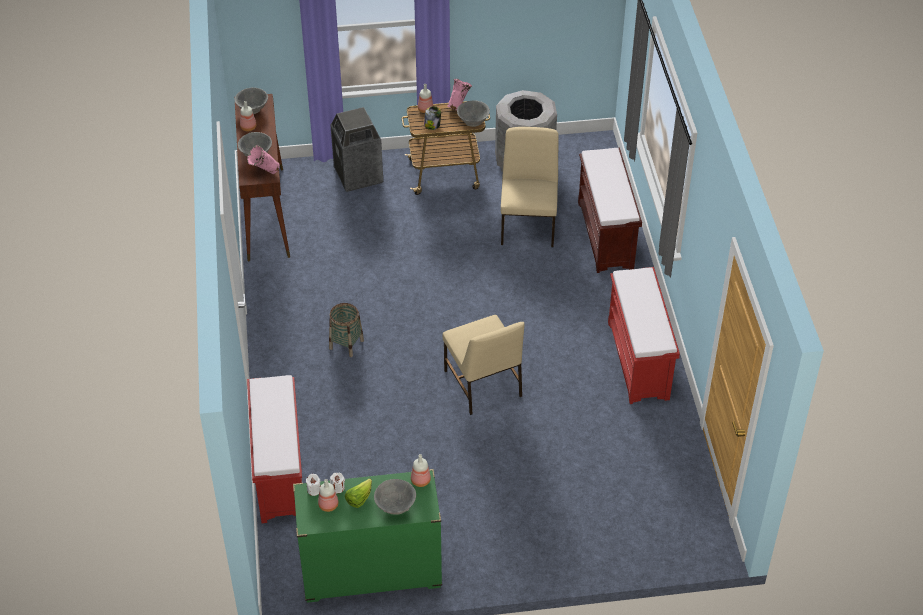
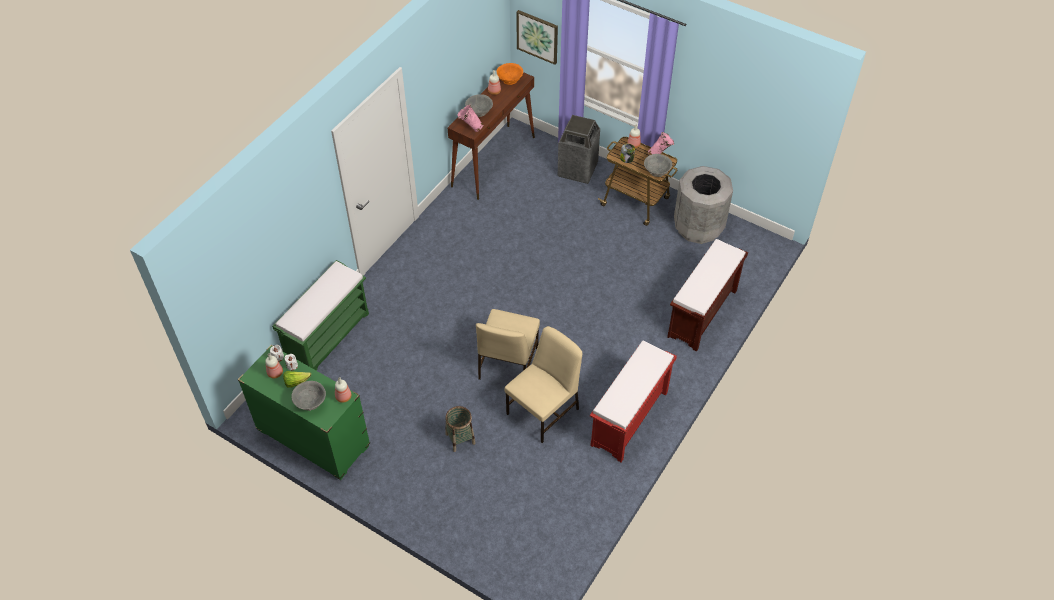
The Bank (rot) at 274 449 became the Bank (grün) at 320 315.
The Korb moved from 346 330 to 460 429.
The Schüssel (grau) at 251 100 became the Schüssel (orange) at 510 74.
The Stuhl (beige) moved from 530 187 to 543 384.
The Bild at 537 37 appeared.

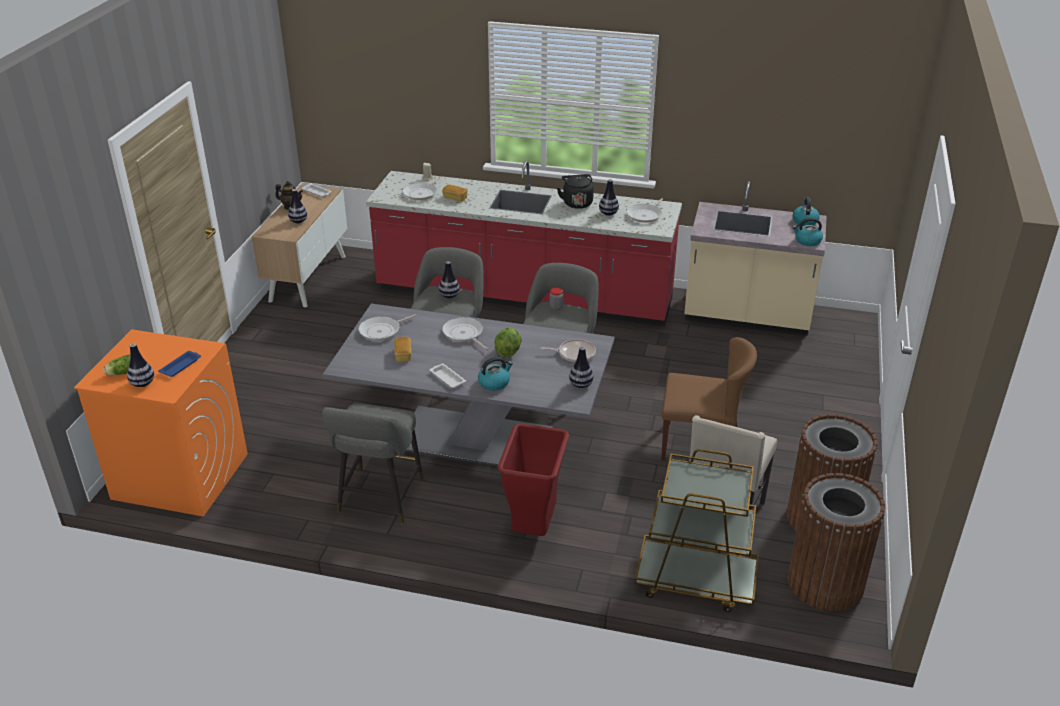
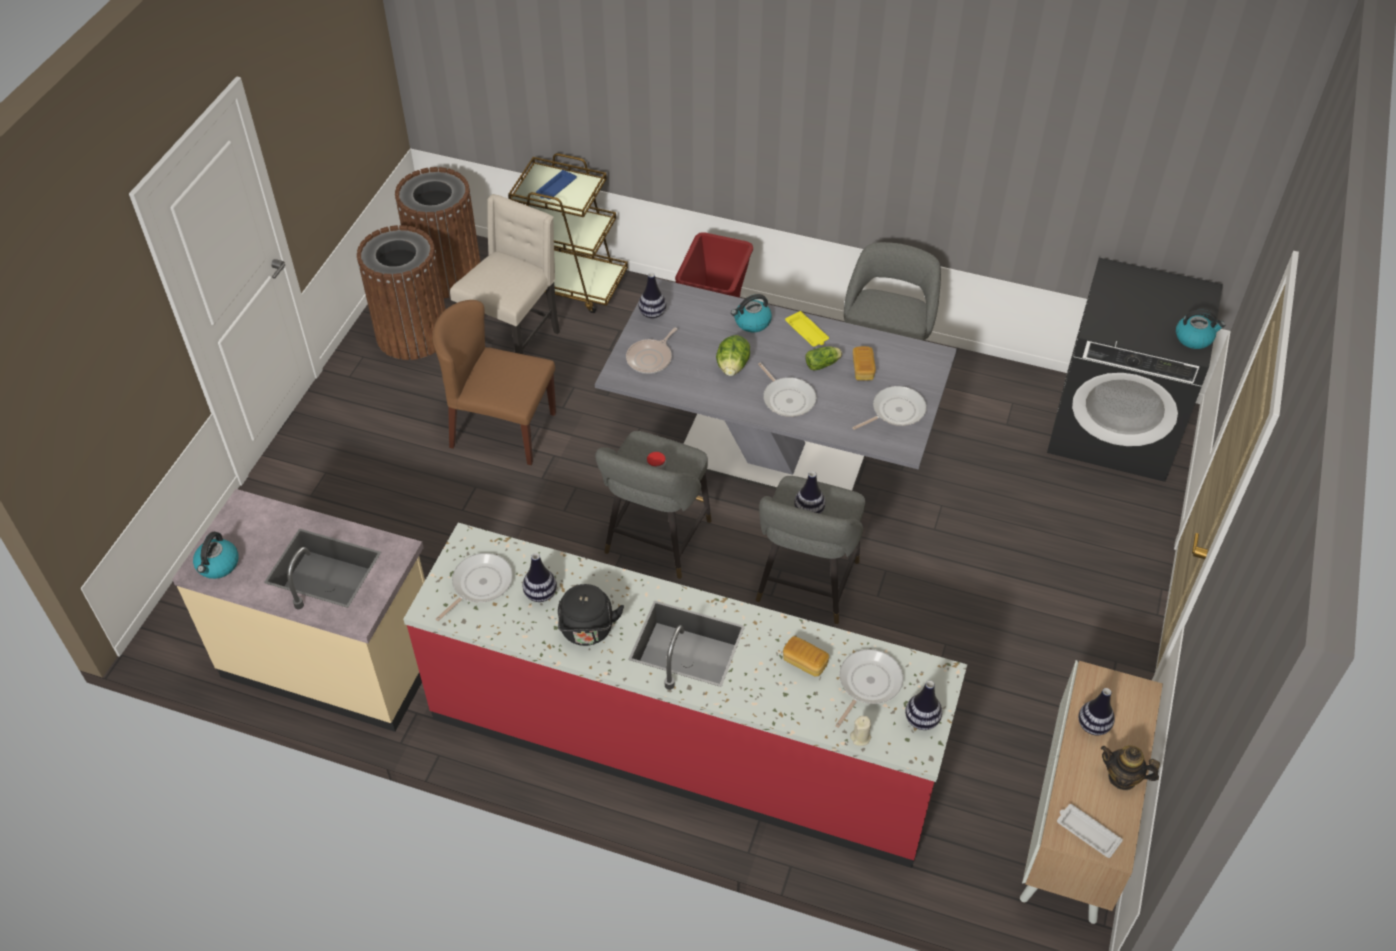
The Tablett (blau) moved from 179 364 to 556 185.
The Pfanne at 568 350 turned 60 degrees counterclockwise.
The Tablett (weiß) at 448 375 became the Tablett (gelb) at 807 329.
The Salatkopf moved from 116 365 to 823 358.
The Vase moved from 140 365 to 923 705.
The Waschmaschine (orange) at 161 423 became the Waschmaschine (schwarz) at 1135 370.
The Wasserkessel moved from 807 232 to 1200 329.

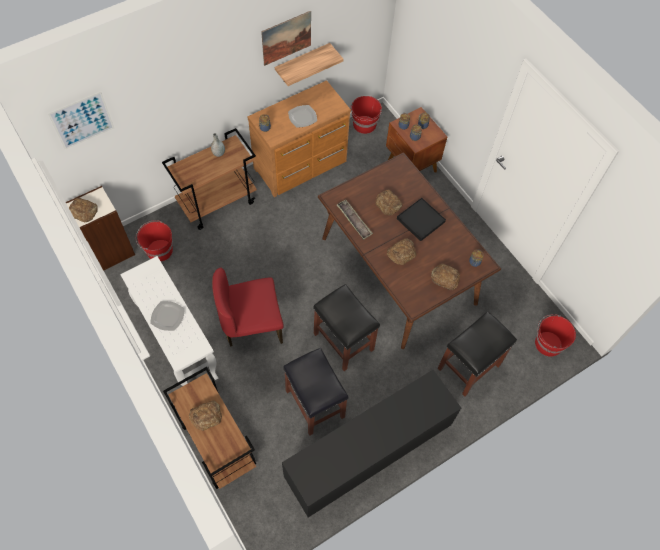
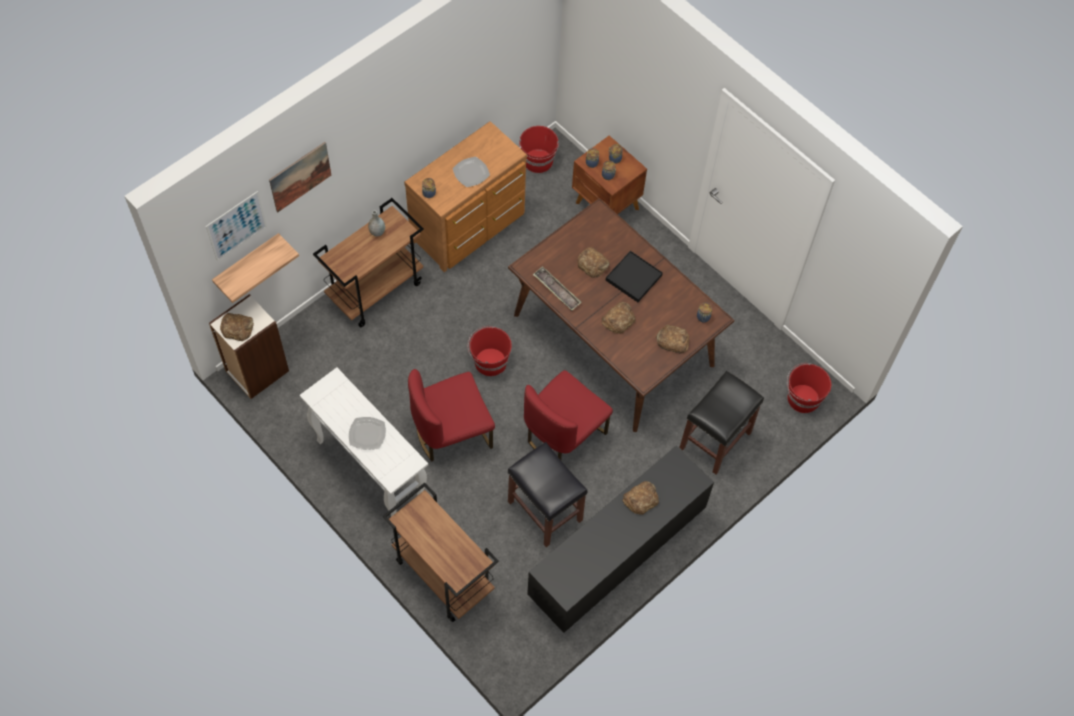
The Wandregal moved from 309 64 to 255 268.
The Bild moved from 286 38 to 300 177.
The Eimer (rot) moved from 154 240 to 490 351.
The Hocker (schwarz) at 346 327 was replaced by the Stuhl (rot) at 568 415.
The Brot moved from 205 415 to 641 498.

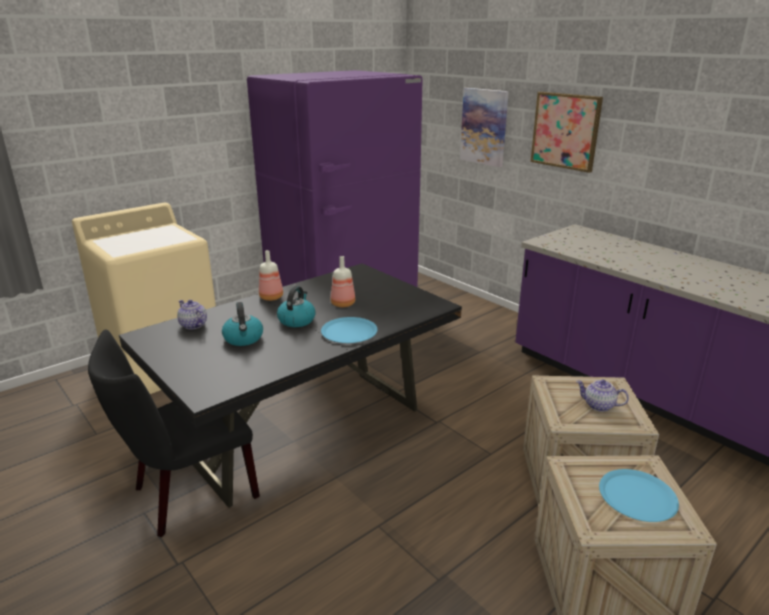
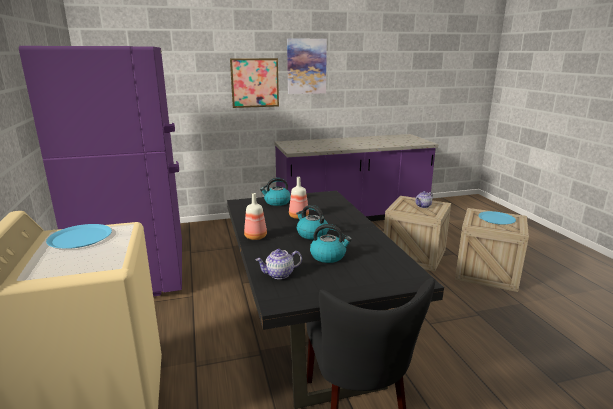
The Teller (blau) moved from 349 330 to 79 236.
The Wasserkessel at 275 192 appeared.
The Bild moved from 484 127 to 307 66.

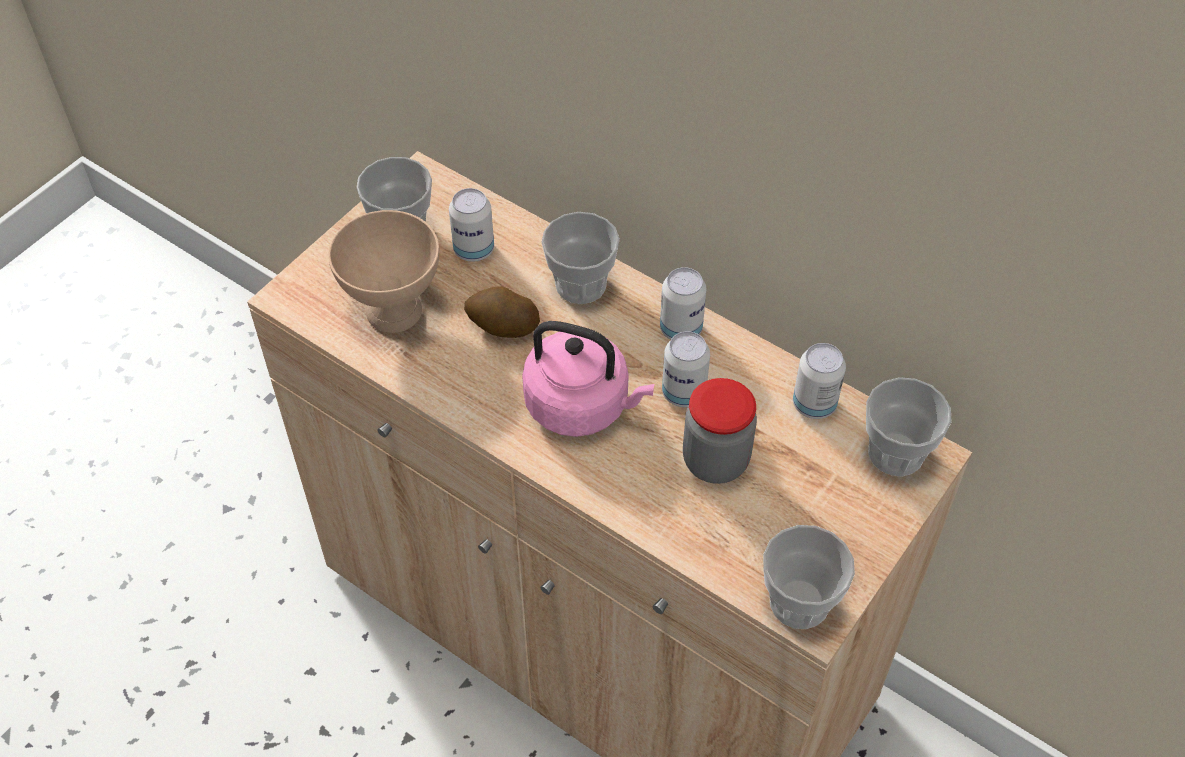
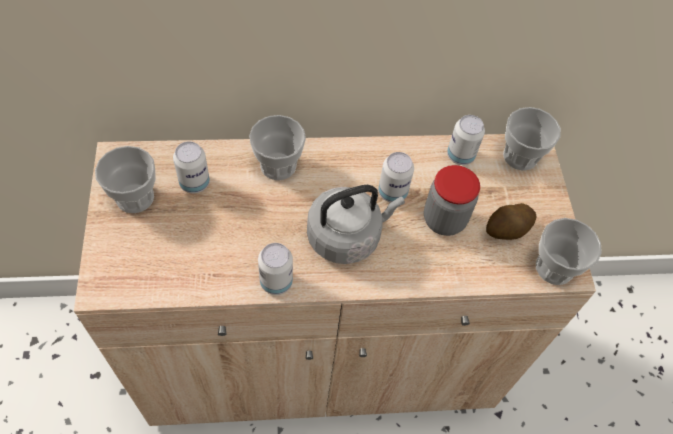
The Dose moved from 683 303 to 275 269.
The Wasserkessel (rosa) at 588 379 became the Wasserkessel (grau) at 356 224.
The Kartoffel moved from 502 312 to 511 221.
The Schüssel (beige) at 384 271 disappeared.

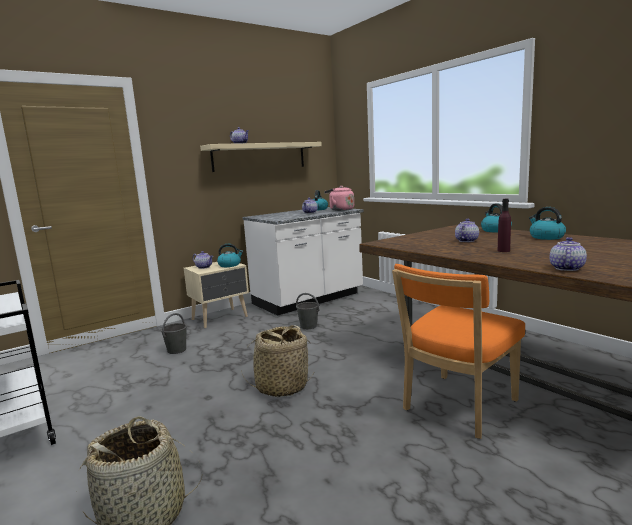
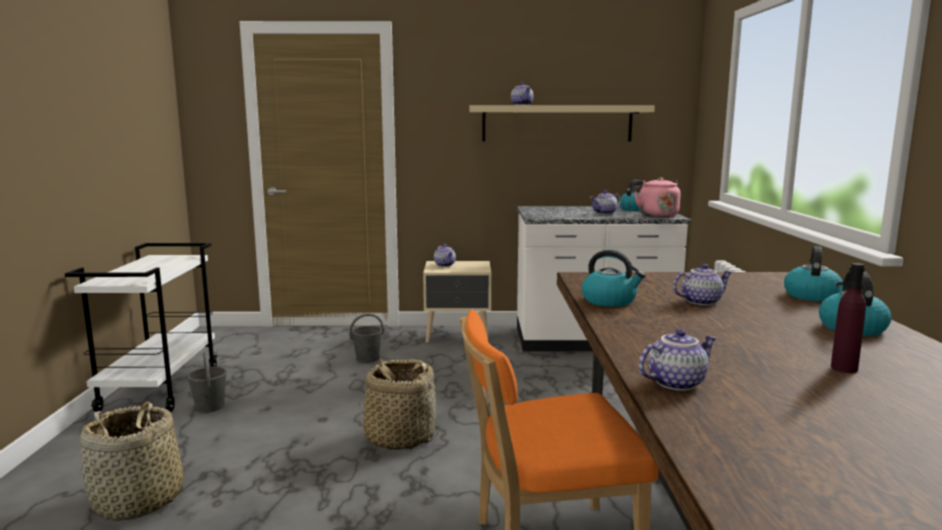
The Eimer (grau) moved from 307 311 to 207 382.
The Wasserkessel moved from 230 255 to 614 278.
The Flasche (lila) moved from 504 225 to 848 318.

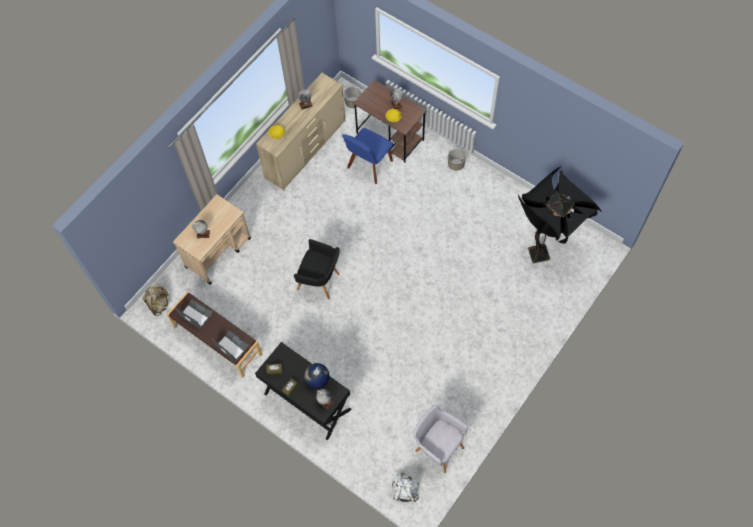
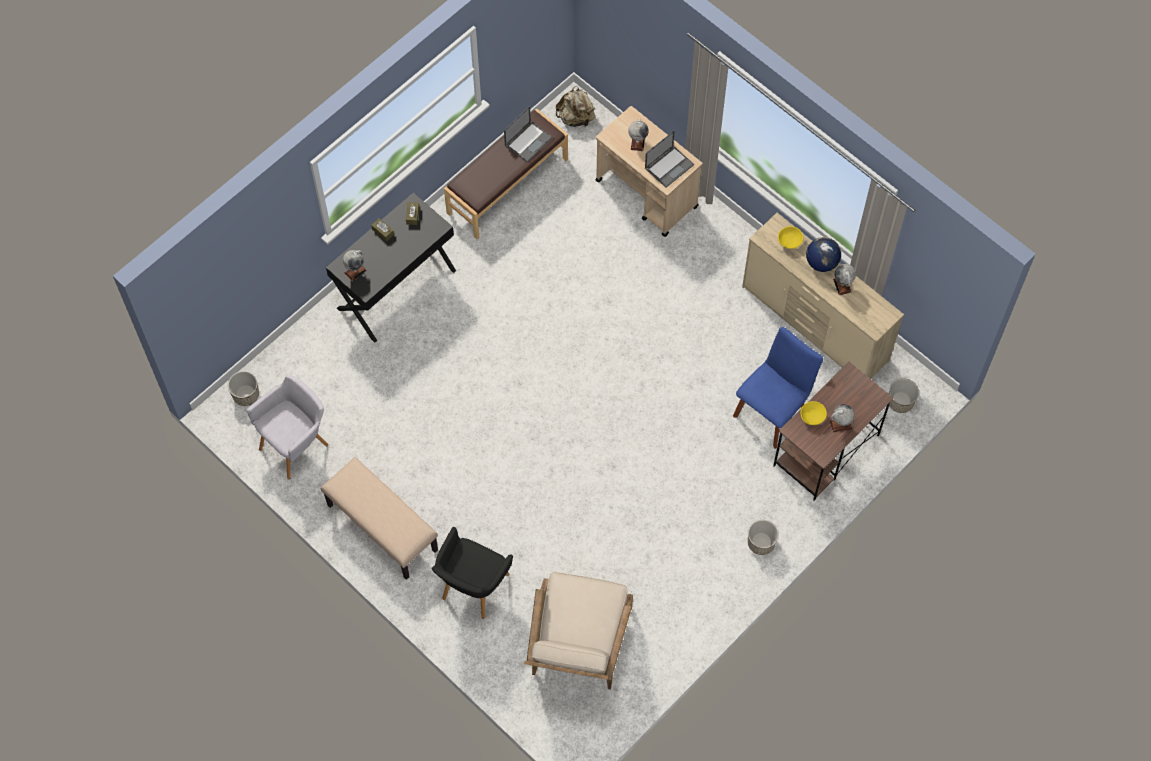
The Rucksack (weiß) at 405 487 was replaced by the Pflanzkübel at 243 388.
The Bank (beige) at 379 518 appeared.
The Sessel (schwarz) moved from 317 269 to 472 573.
The Stehlampe (schwarz) at 560 214 was replaced by the Sessel (beige) at 578 631.
The Laptop moved from 231 346 to 669 159.
The Stuhl (blau) at 367 156 turned 90 degrees clockwise.
The Globus moved from 316 375 to 823 254.

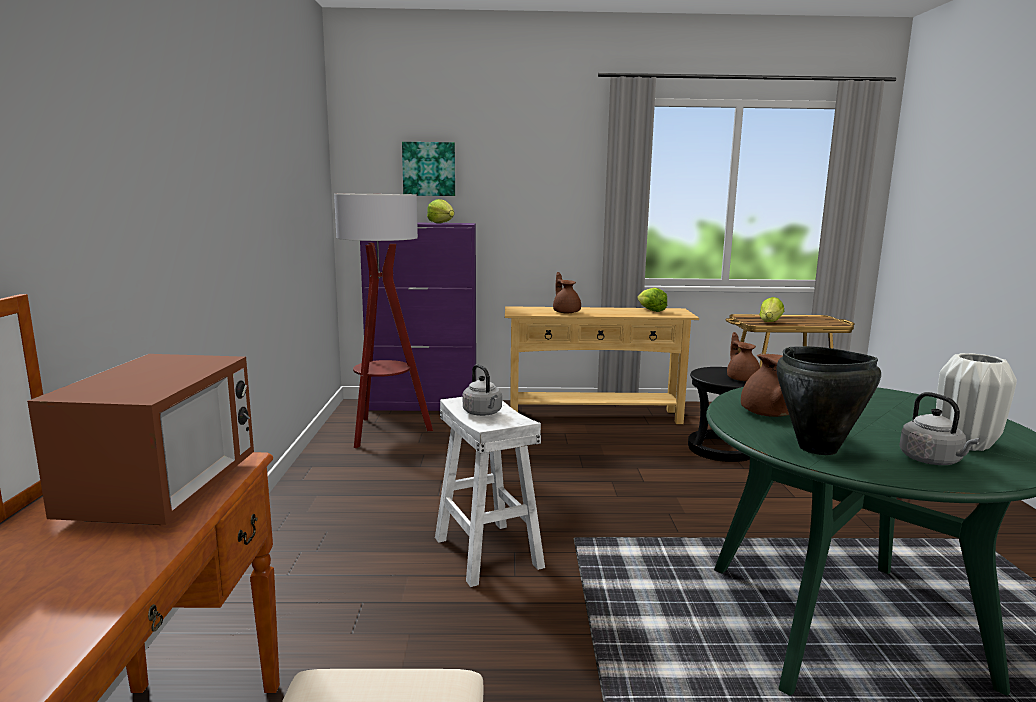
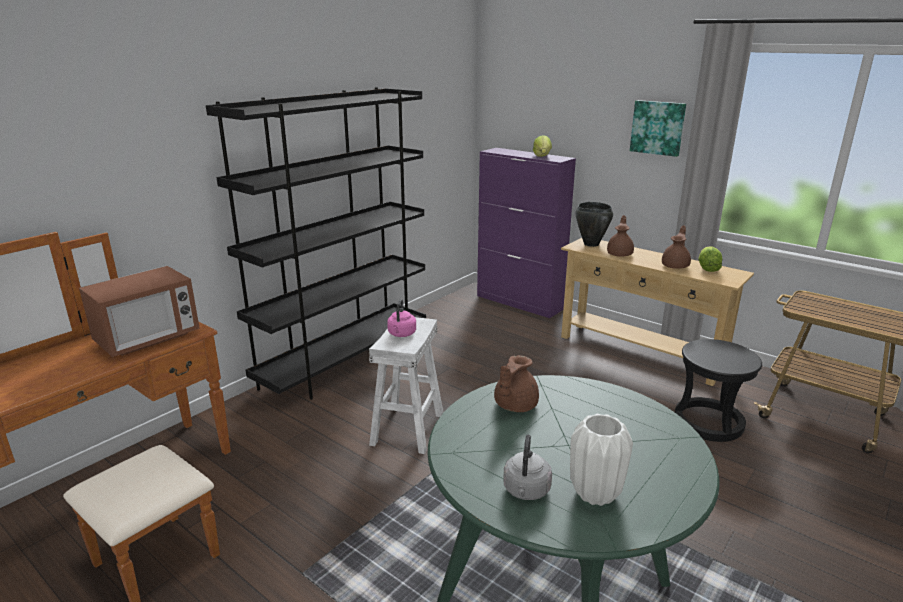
The Bücherregal (schwarz) at 316 243 appeared.
The Wasserkessel (grau) at 482 390 became the Wasserkessel (rosa) at 401 318.
The Kochtopf (schwarz) moved from 828 400 to 594 224.
The Bild moved from 428 169 to 658 128.
The Teekanne (braun) moved from 743 356 to 676 247.
The Stehlampe at 383 321 disappeared.
The Salatkopf at 771 309 disappeared.

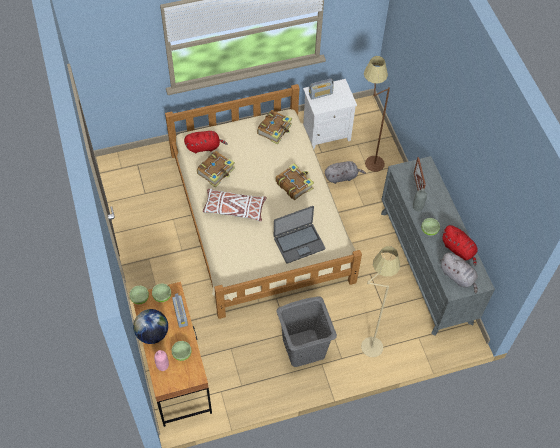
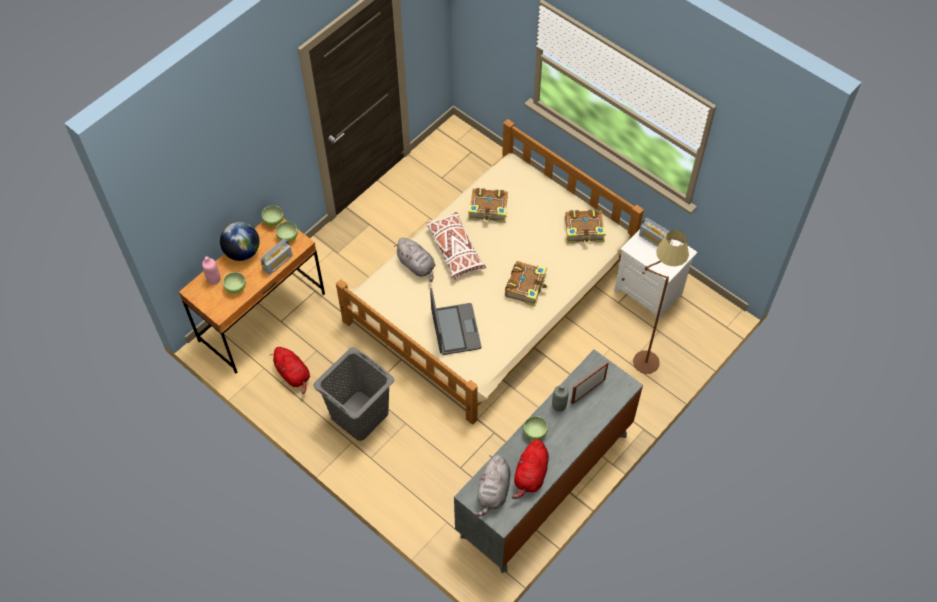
The Plüschtier (rot) moved from 206 142 to 290 370.
The Plüschtier (grau) moved from 345 172 to 414 260.
The Laptop at 299 235 turned 135 degrees counterclockwise.
The Stehlampe (beige) at 380 301 disappeared.

